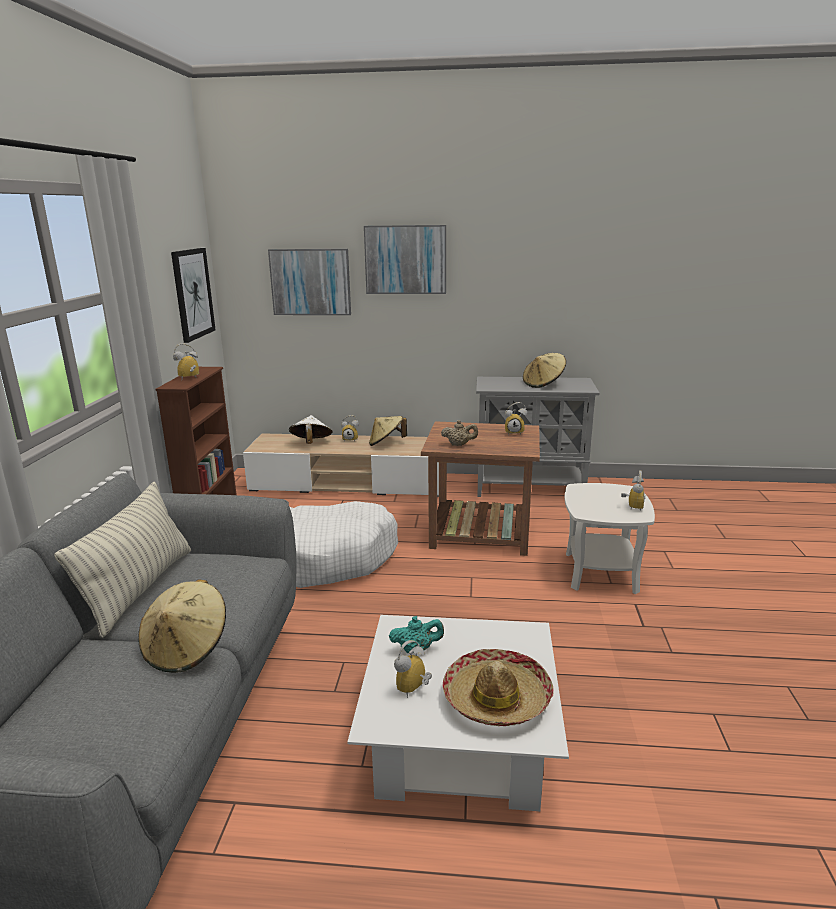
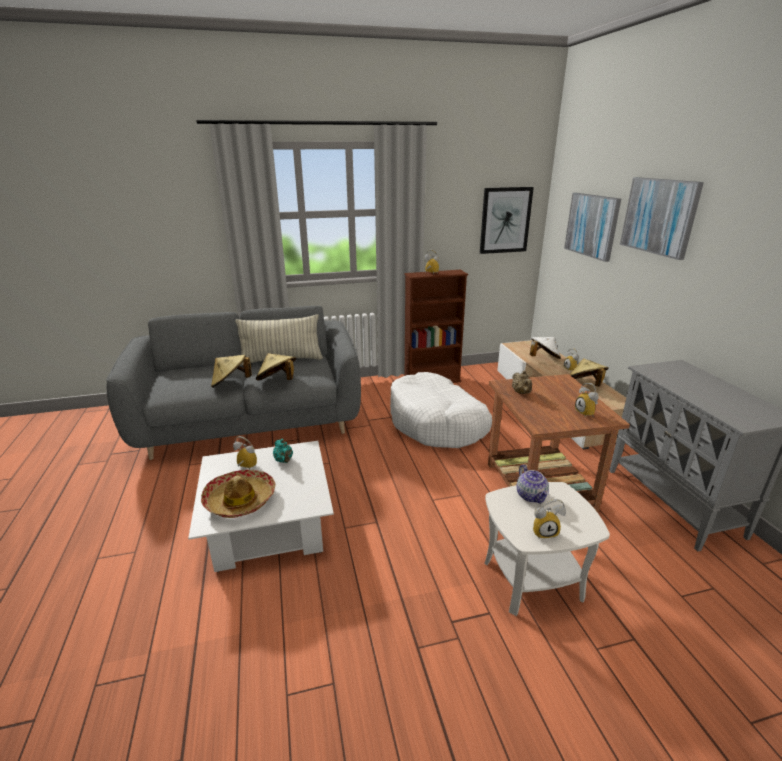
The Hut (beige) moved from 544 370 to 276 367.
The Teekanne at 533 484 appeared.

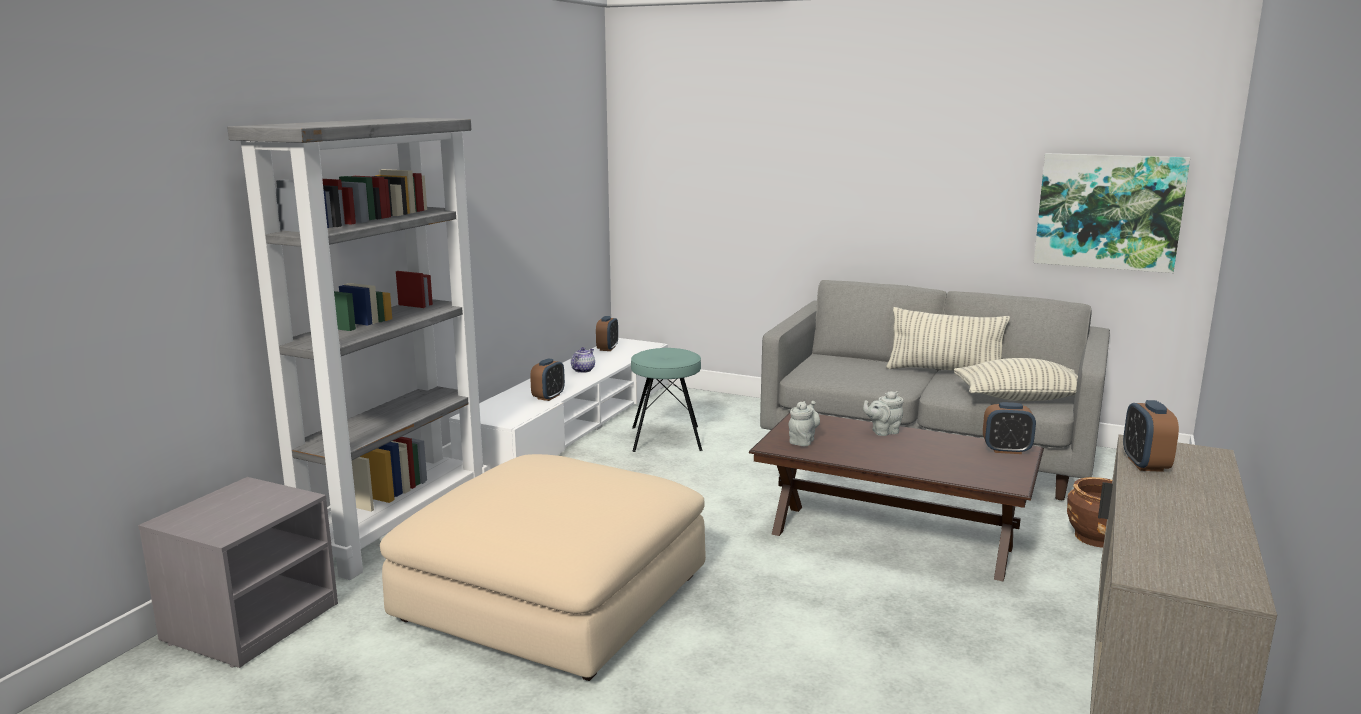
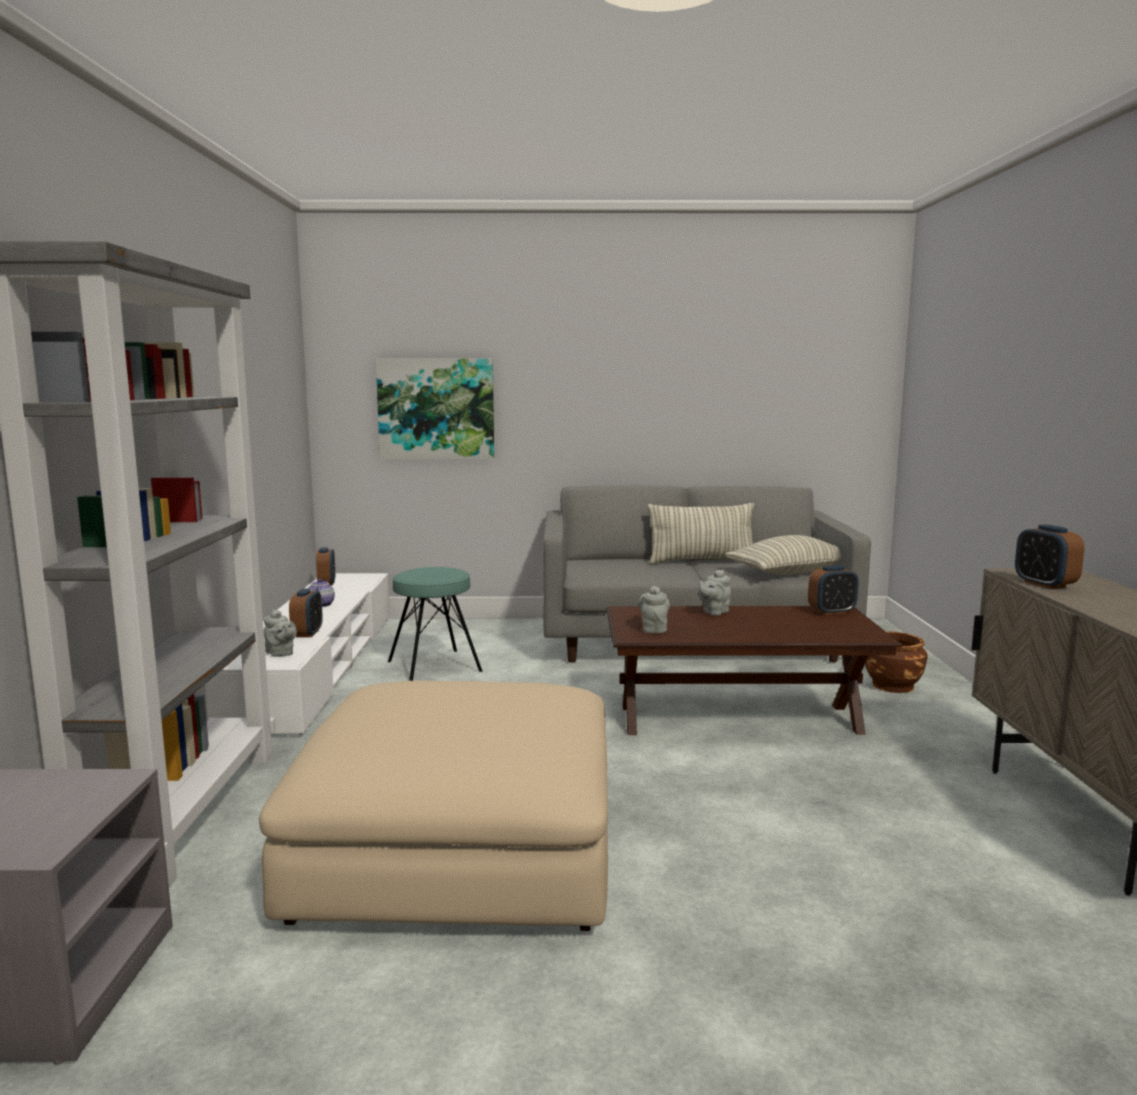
The Teekanne (grau) at 280 633 appeared.
The Bild moved from 1112 213 to 435 409.

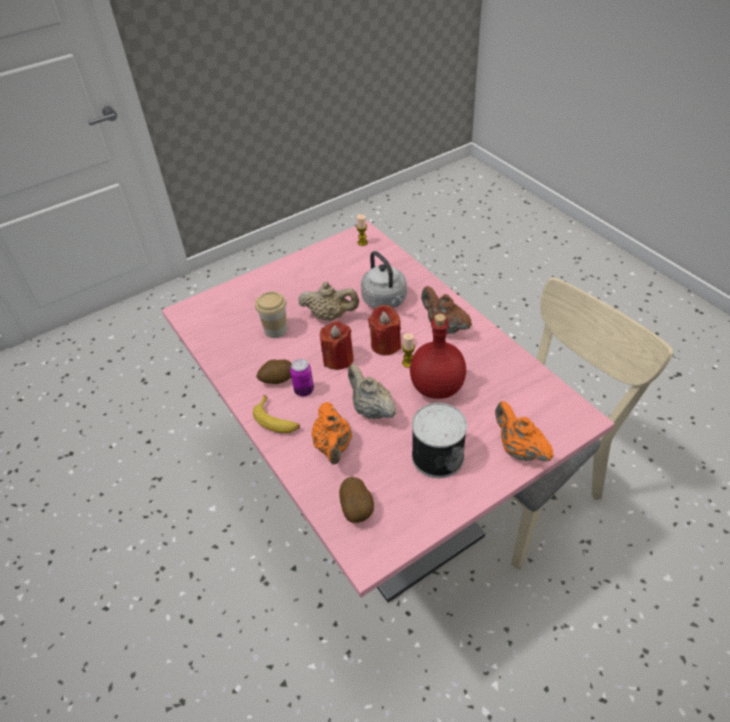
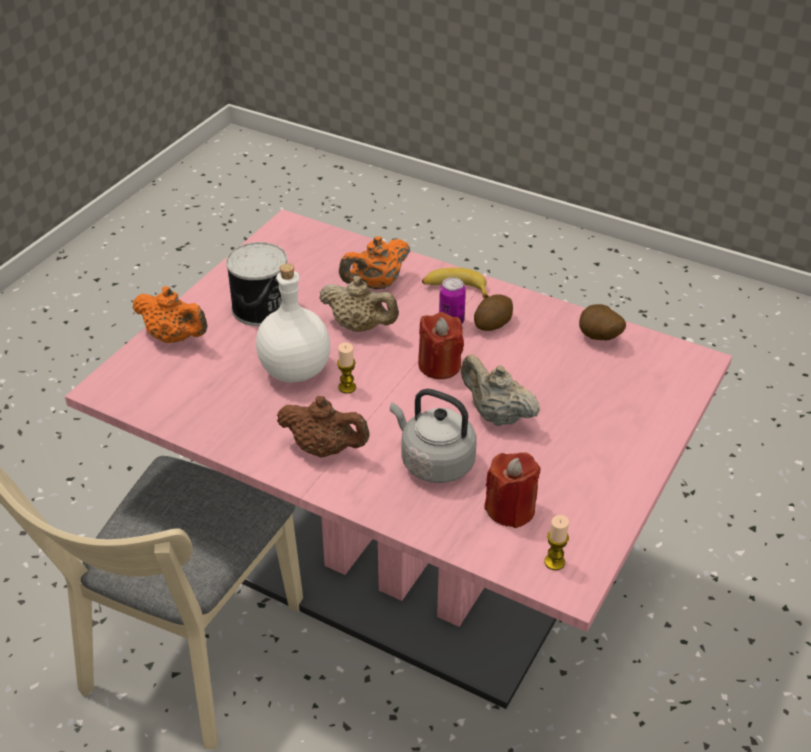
The Flasche (rot) at 438 356 became the Flasche (weiß) at 293 323.
The Teekanne (orange) at 331 433 turned 90 degrees counterclockwise.
The Teekanne (beige) at 328 301 turned 60 degrees clockwise.
The Kerze (rot) moved from 384 330 to 512 490.
The Kartoffel moved from 356 500 to 602 322.
The Tasse at 271 315 disappeared.

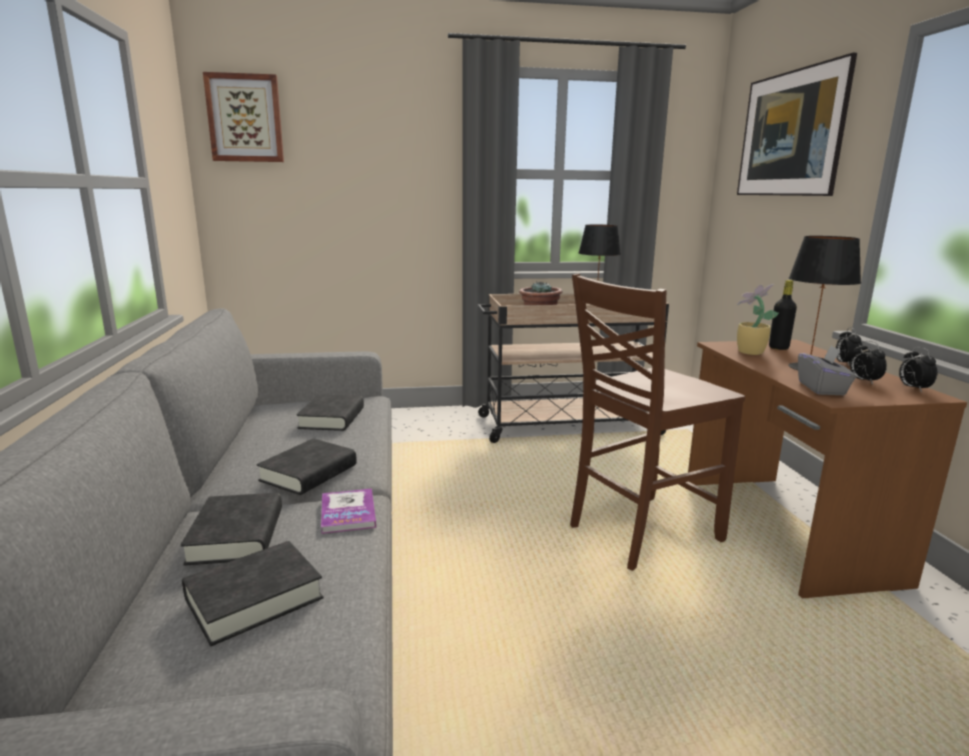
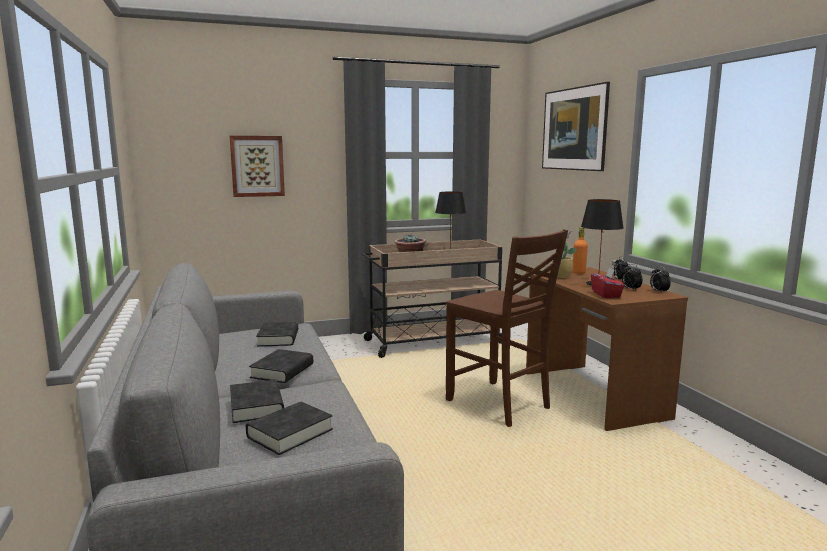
The Bild moved from 243 117 to 257 166.
The Stuhl (braun) at 657 422 turned 90 degrees counterclockwise.
The Flasche (schwarz) at 783 315 became the Flasche (orange) at 580 250.
The Taschentuchbox (grau) at 827 370 became the Taschentuchbox (rot) at 608 282.
The Buch at 348 511 disappeared.

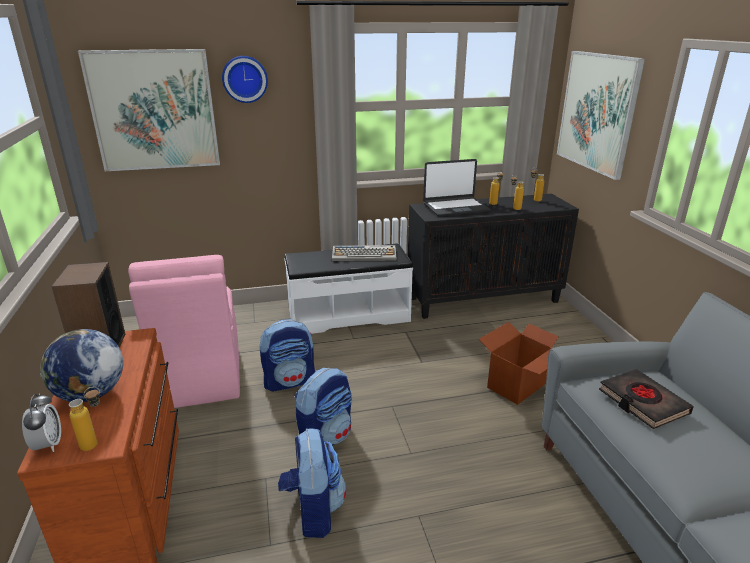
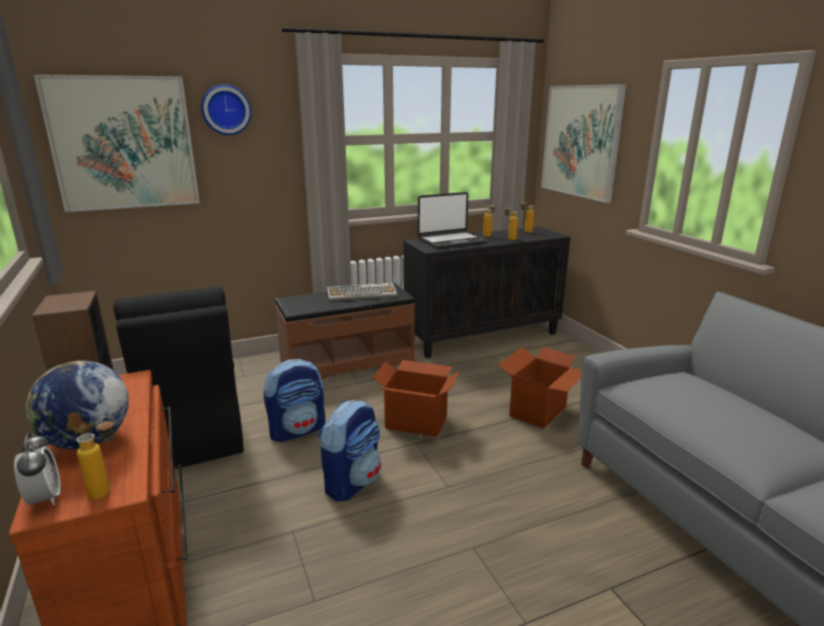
The Stuhl (rosa) at 184 331 became the Stuhl (schwarz) at 178 377.
The Bank (weiß) at 348 288 became the Bank (braun) at 344 331.
The Karton at 416 398 appeared.
The Rucksack at 312 483 disappeared.
The Buch (schwarz) at 646 399 disappeared.

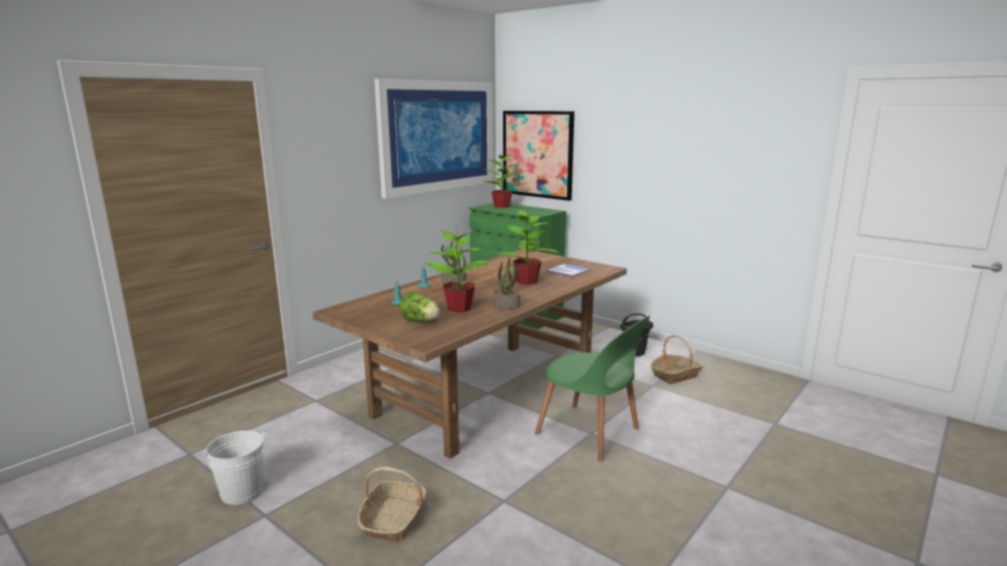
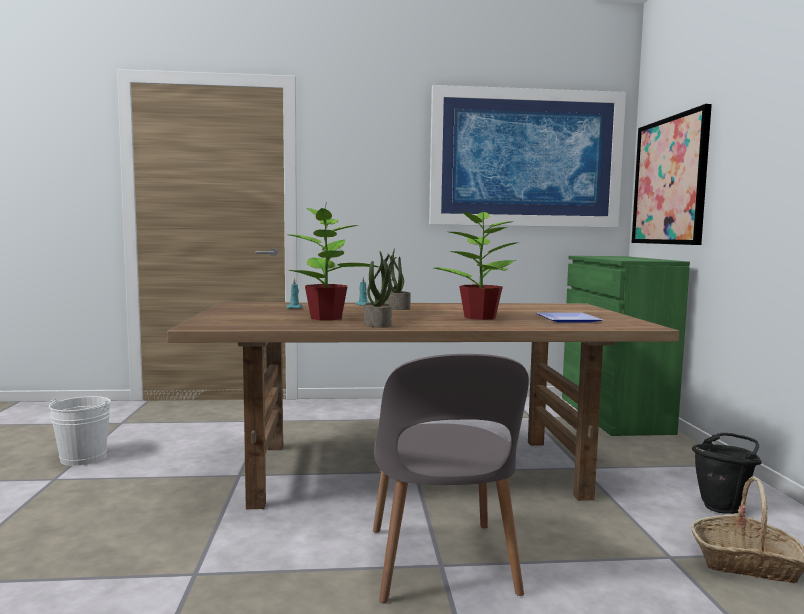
The Stuhl (grün) at 592 388 became the Stuhl (grau) at 451 478.
The Korb at 392 504 disappeared.
The Salatkopf at 420 306 disappeared.
The Topfpflanze at 504 181 disappeared.

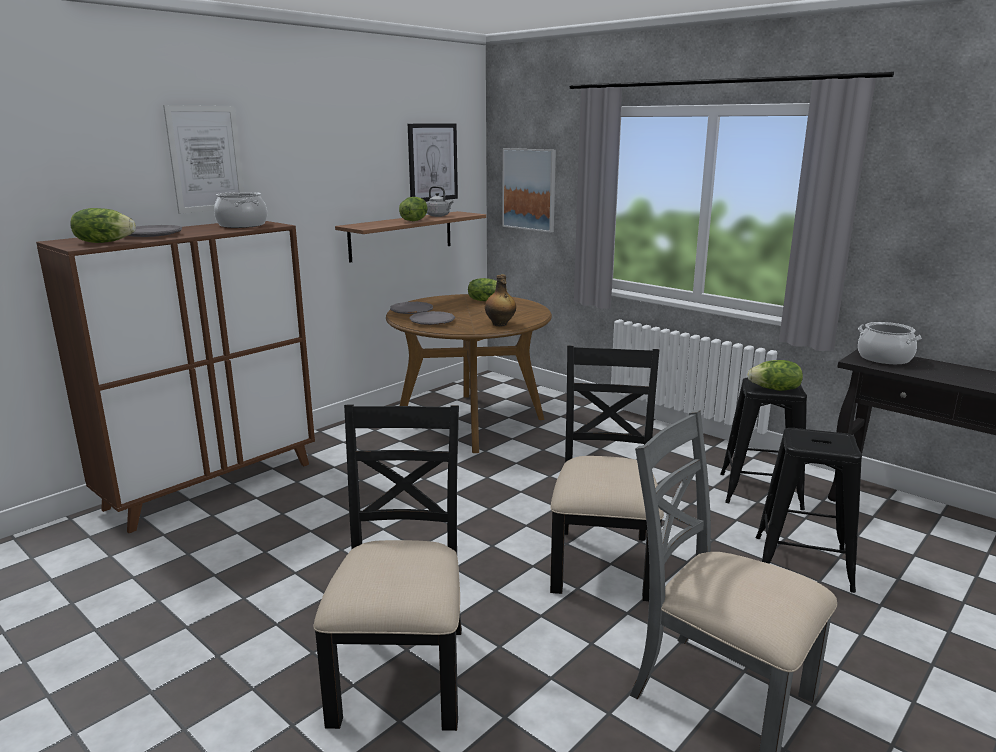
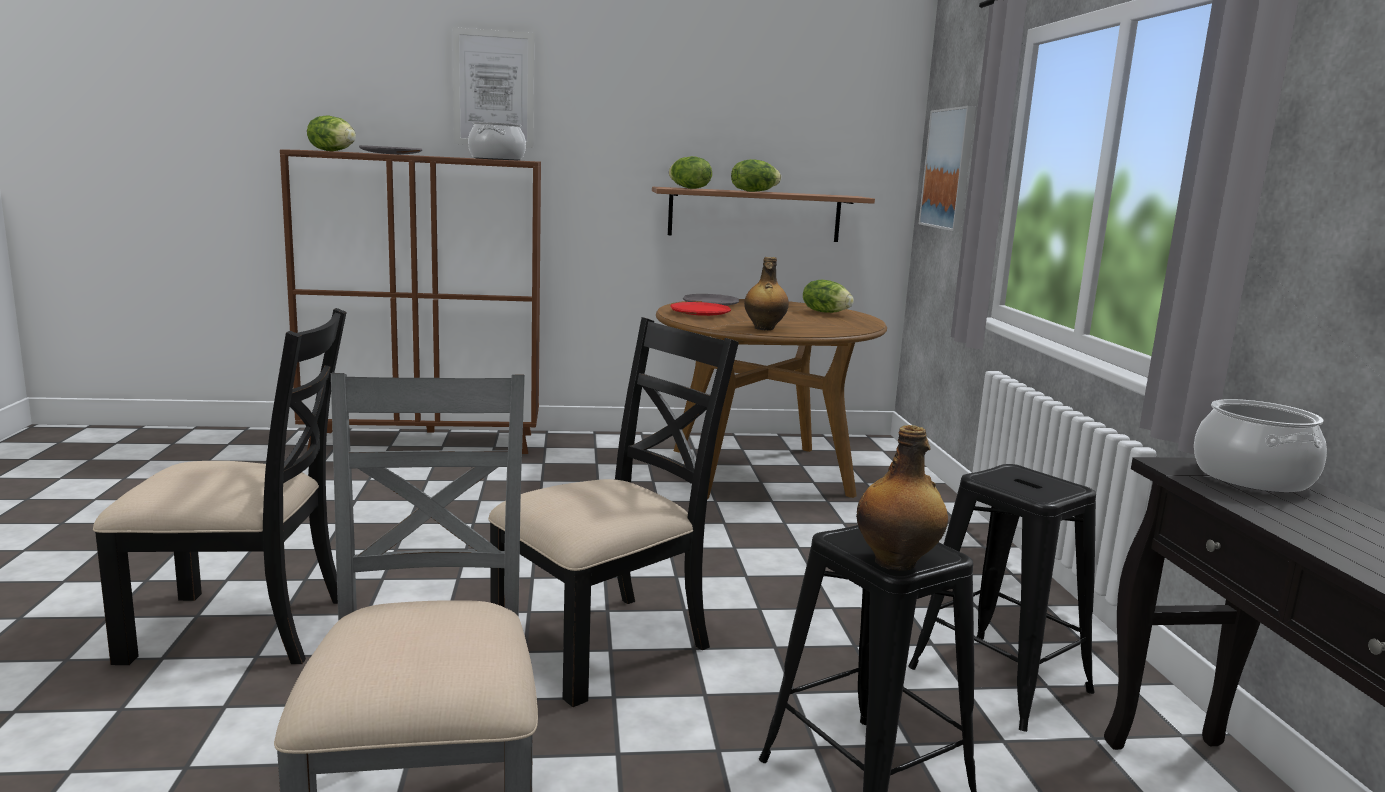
The Stuhl (schwarz) at 387 568 turned 45 degrees clockwise.
The Salatkopf moved from 775 375 to 690 172.
The Teller (grau) at 433 318 became the Teller (rot) at 700 309.
The Flasche at 902 498 appeared.
The Bild at 433 163 disappeared.
The Wasserkessel (grau) at 439 201 disappeared.

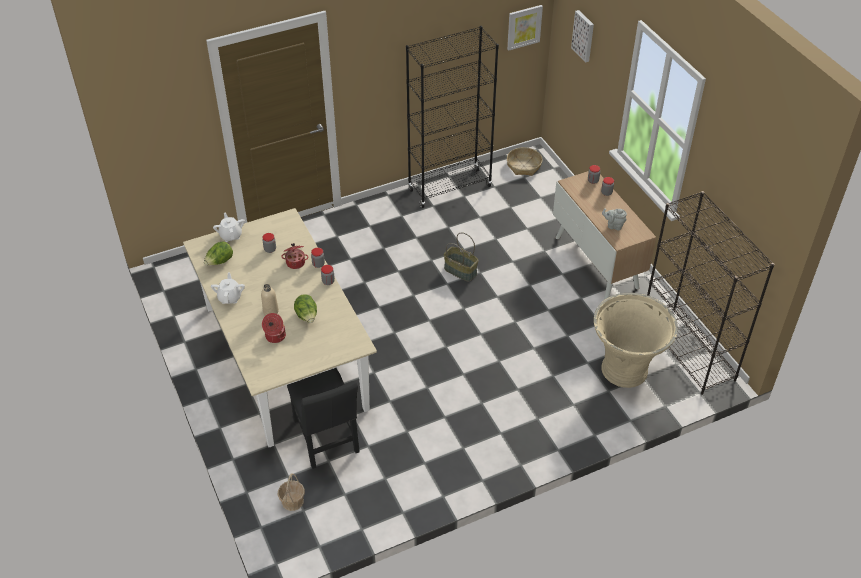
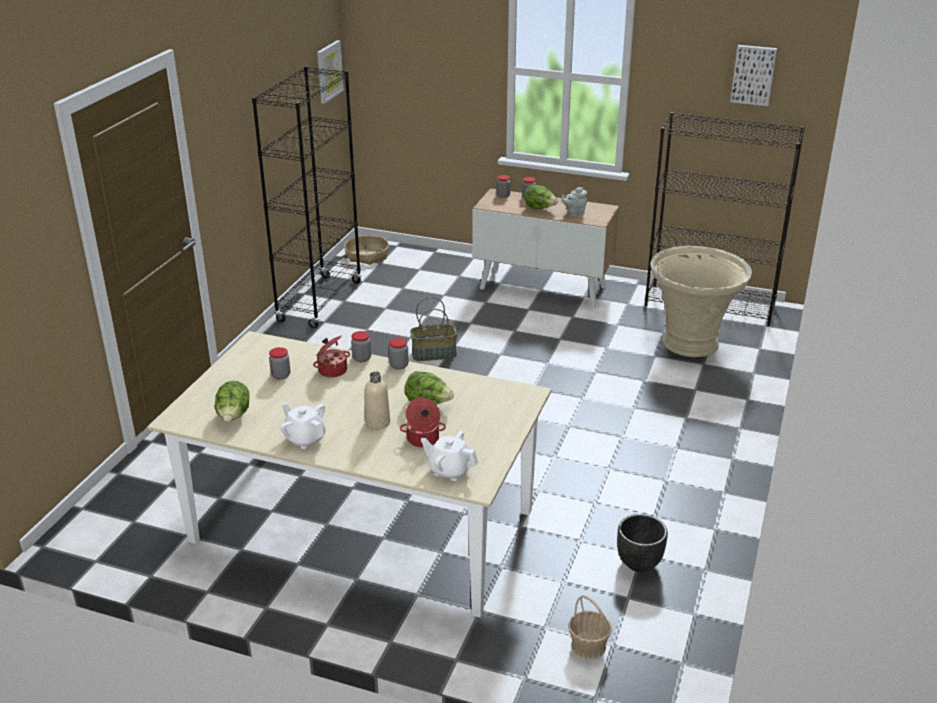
The Teekanne (weiß) moved from 229 227 to 449 456.
The Salatkopf at 541 197 appeared.
The Pflanzkübel (schwarz) at 642 543 appeared.
The Bild moved from 582 36 to 753 75.
The Stuhl (schwarz) at 323 418 disappeared.

